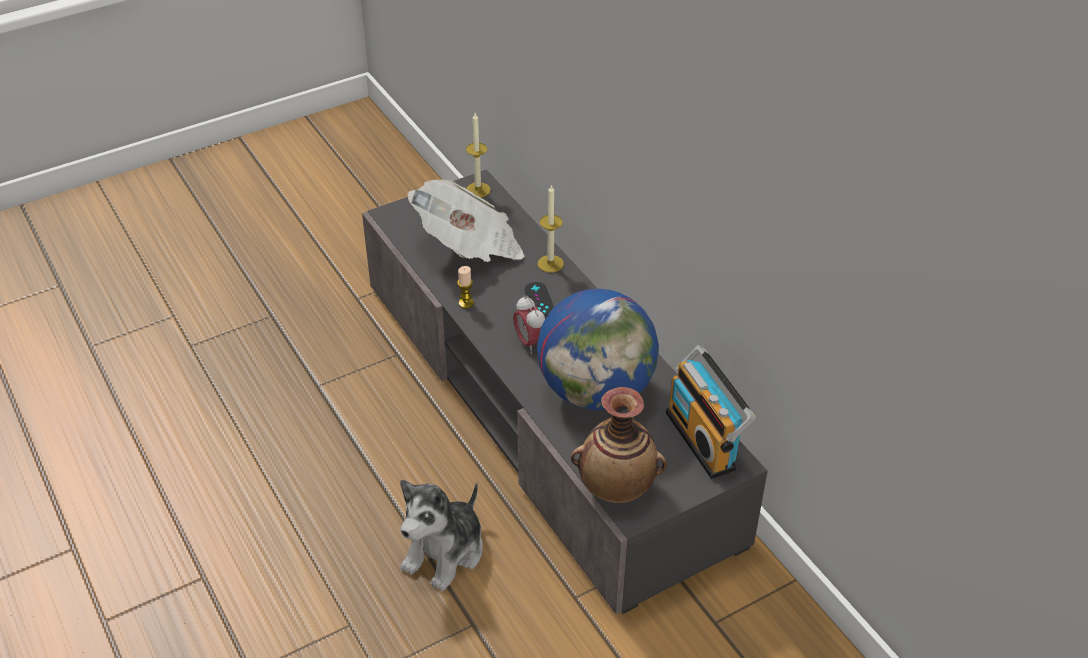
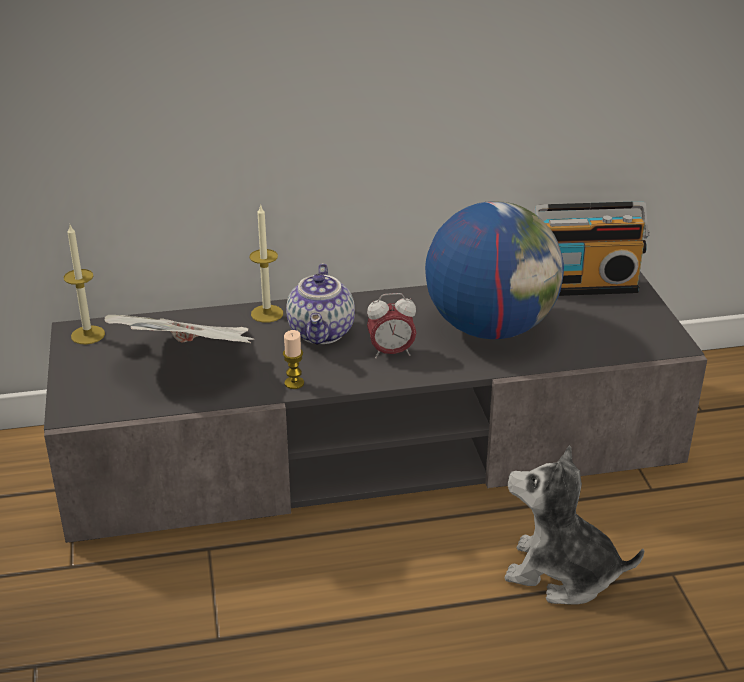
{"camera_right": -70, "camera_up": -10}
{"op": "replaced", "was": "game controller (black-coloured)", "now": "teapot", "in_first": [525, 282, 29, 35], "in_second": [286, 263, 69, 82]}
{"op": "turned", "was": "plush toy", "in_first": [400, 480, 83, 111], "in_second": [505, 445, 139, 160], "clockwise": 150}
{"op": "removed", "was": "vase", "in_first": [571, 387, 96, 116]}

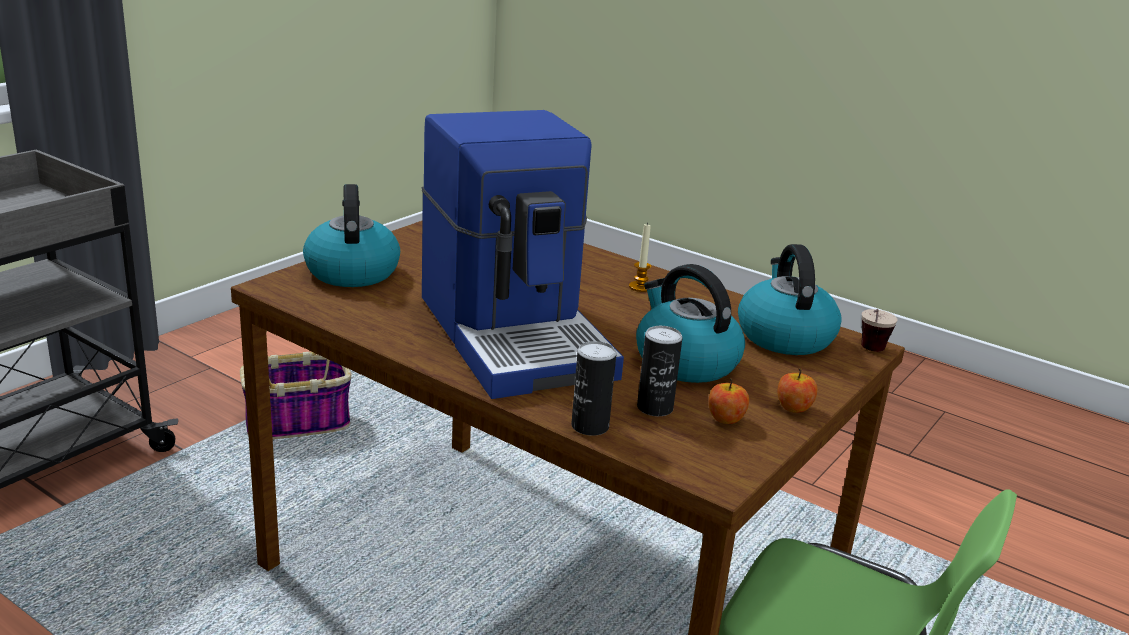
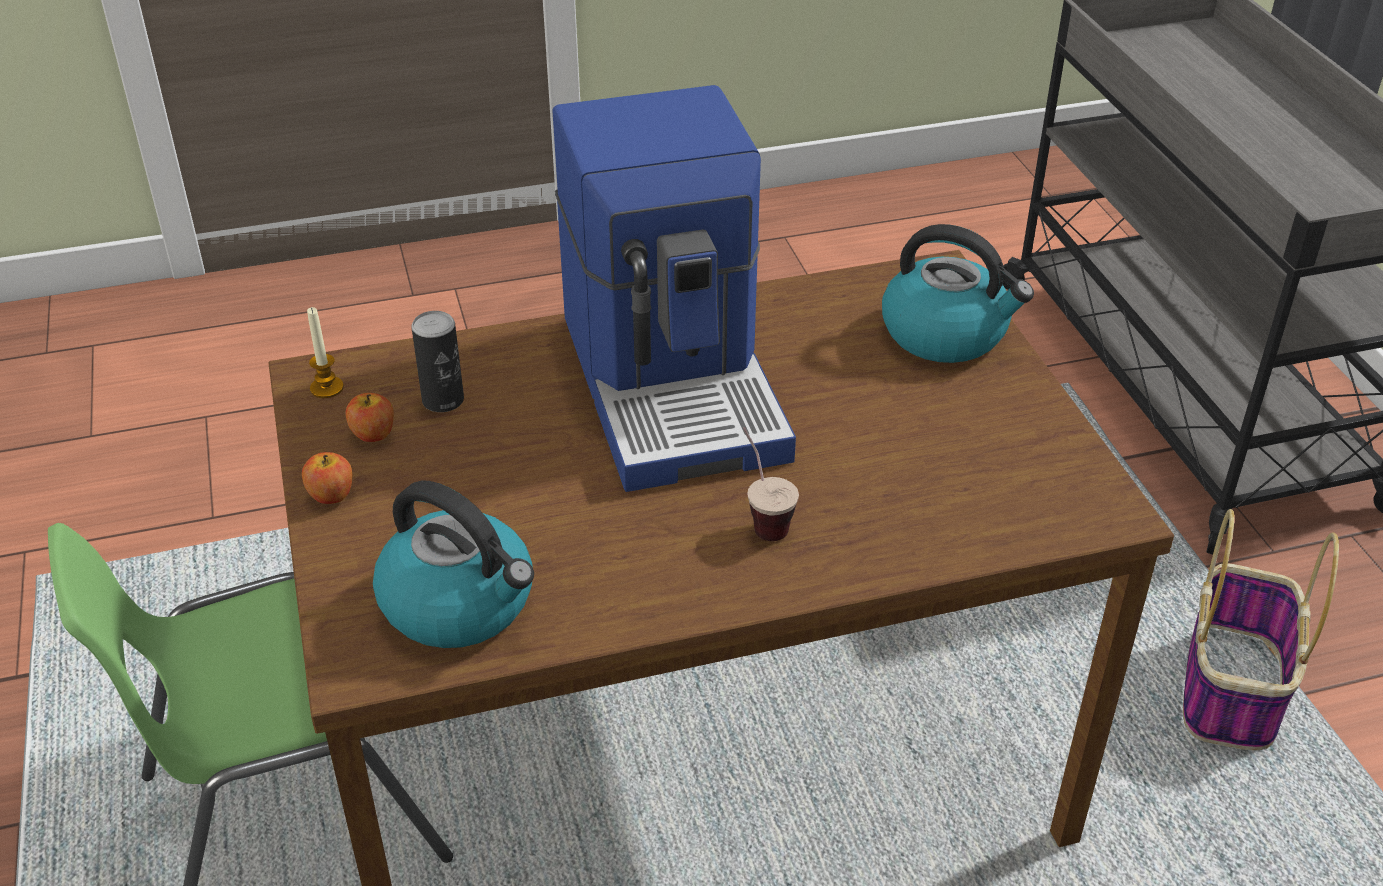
{"camera_right": 130, "camera_up": 15}
{"op": "moved", "was": "candle", "in_first": [629, 222, 22, 70], "in_second": [307, 307, 37, 91]}
{"op": "turned", "was": "coffee machine", "in_first": [421, 110, 203, 289], "in_second": [552, 85, 244, 407], "clockwise": -120}
{"op": "moved", "was": "cup", "in_first": [861, 309, 37, 43], "in_second": [743, 427, 56, 114]}
{"op": "removed", "was": "metal can", "in_first": [571, 341, 46, 95]}
{"op": "removed", "was": "water kettle", "in_first": [636, 264, 109, 119]}

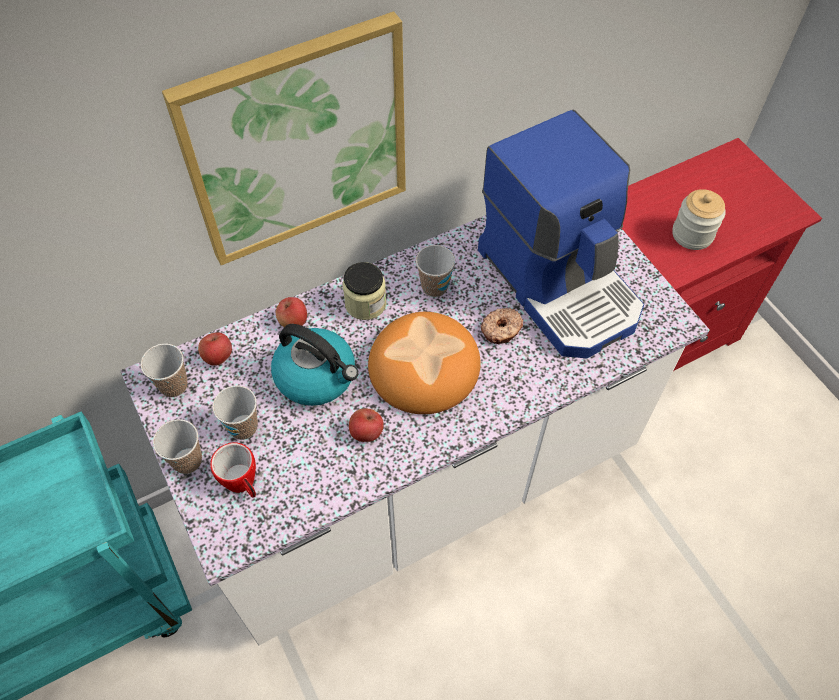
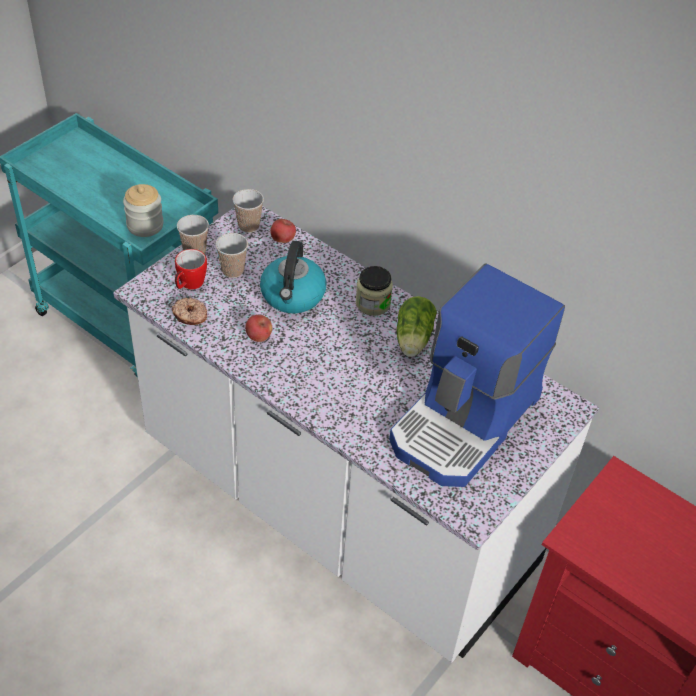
{"camera_right": 65, "camera_up": -10}
{"op": "moved", "was": "jar", "in_first": [672, 189, 54, 61], "in_second": [123, 184, 41, 53]}
{"op": "moved", "was": "ring doughnut", "in_first": [481, 308, 42, 36], "in_second": [172, 297, 35, 28]}
{"op": "replaced", "was": "cup", "now": "head of lettuce", "in_first": [416, 245, 39, 52], "in_second": [397, 296, 40, 61]}
{"op": "removed", "was": "wall art", "in_first": [162, 11, 244, 254]}
{"op": "removed", "was": "whole apple", "in_first": [276, 297, 31, 30]}
{"op": "removed", "was": "bakery bread", "in_first": [368, 312, 113, 102]}

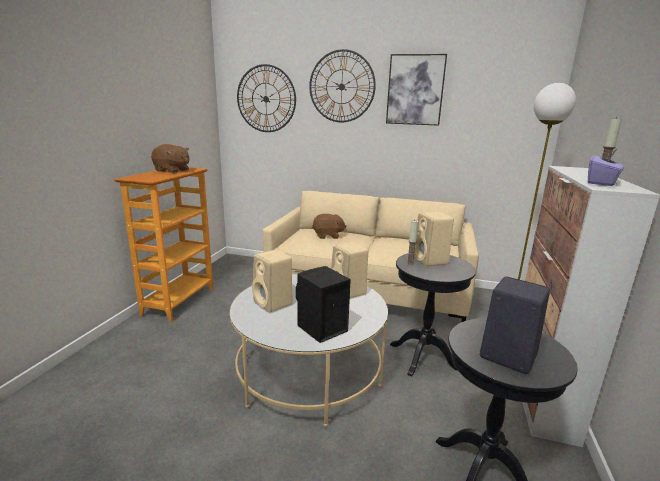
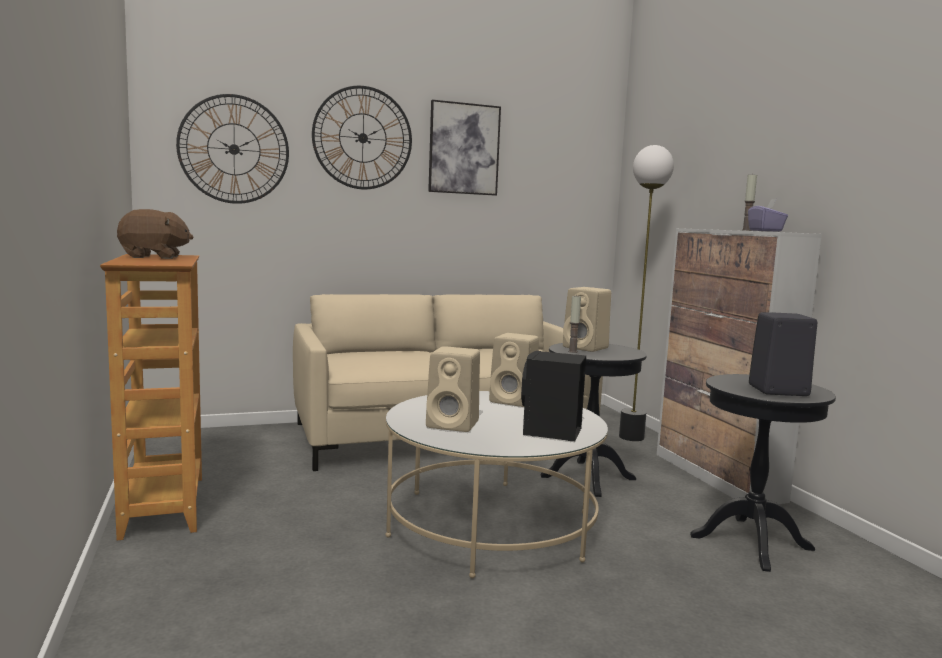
{"camera_right": -35, "camera_up": -10}
{"op": "removed", "was": "plush toy (brownish)", "in_first": [312, 214, 34, 25]}

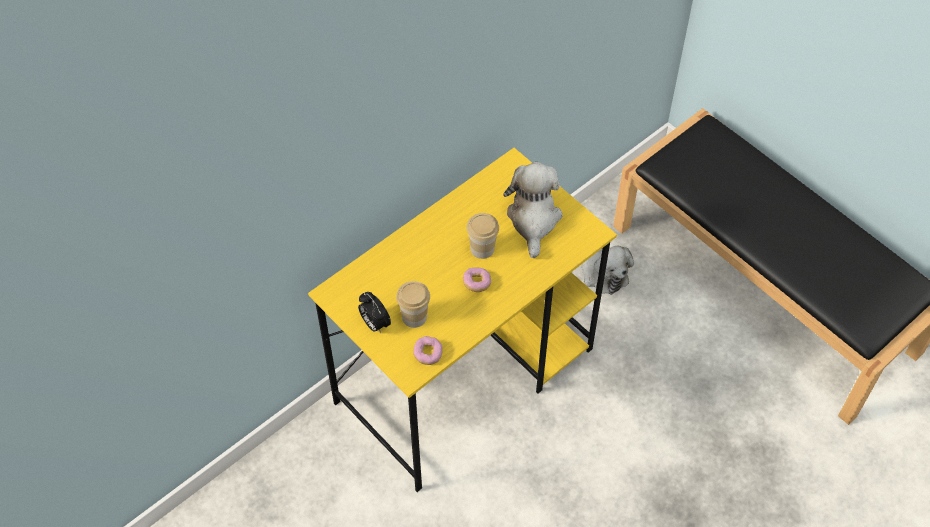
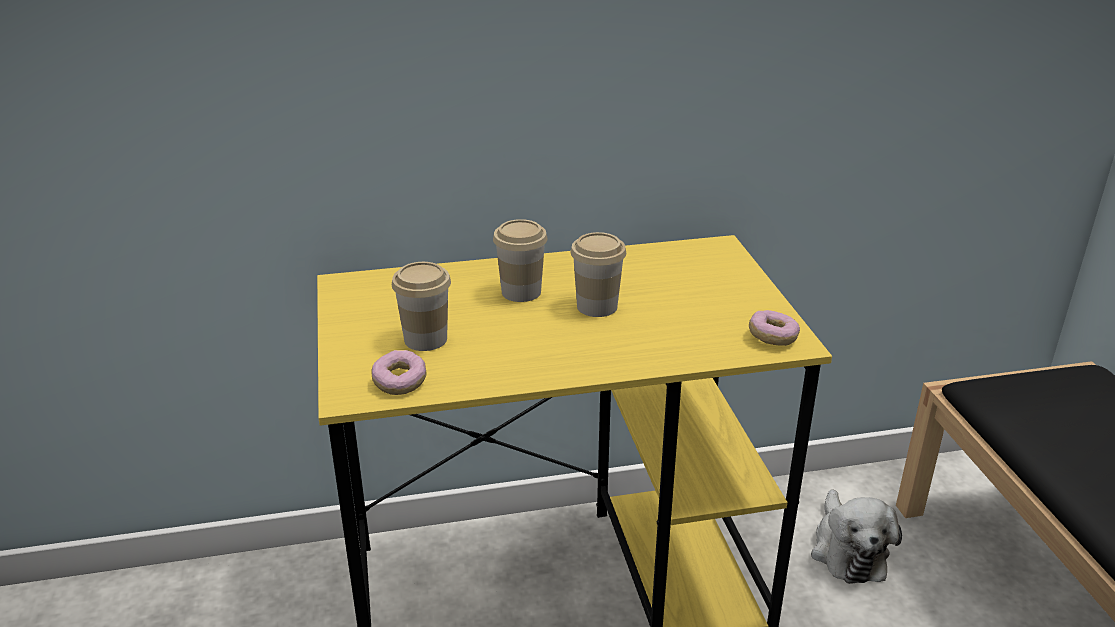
{"camera_right": 30, "camera_up": -25}
{"op": "added", "now": "cup", "in_second": [493, 219, 54, 83]}
{"op": "moved", "was": "ring doughnut", "in_first": [463, 267, 28, 25], "in_second": [749, 310, 51, 36]}
{"op": "removed", "was": "table clock", "in_first": [358, 292, 33, 41]}
{"op": "removed", "was": "plush toy", "in_first": [503, 162, 60, 96]}

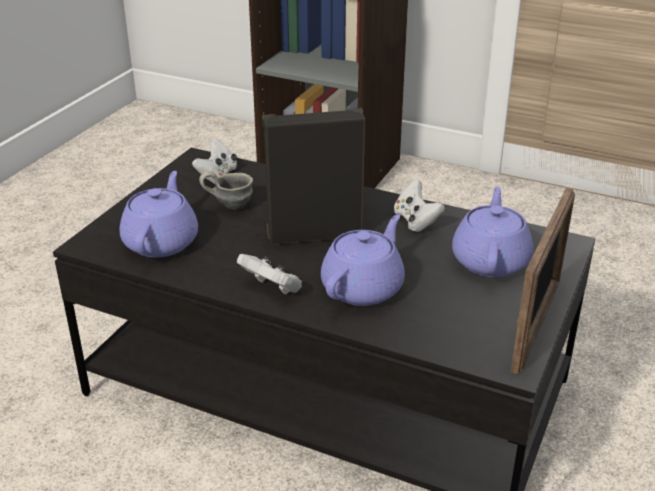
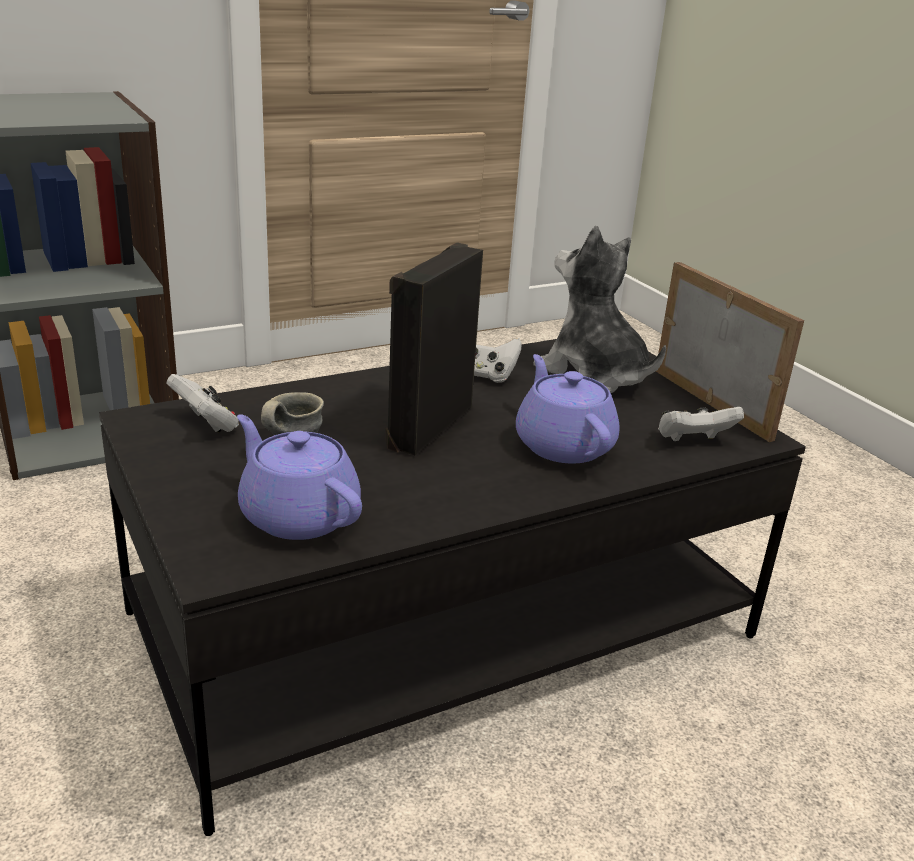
{"camera_right": -55, "camera_up": -5}
{"op": "replaced", "was": "teapot (purple)", "now": "plush toy", "in_first": [452, 187, 81, 90], "in_second": [533, 226, 133, 167]}
{"op": "moved", "was": "game controller (white)", "in_first": [237, 254, 65, 41], "in_second": [658, 407, 86, 34]}

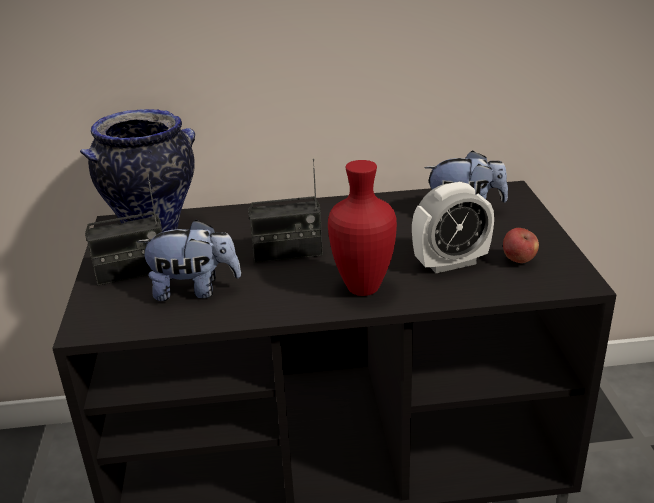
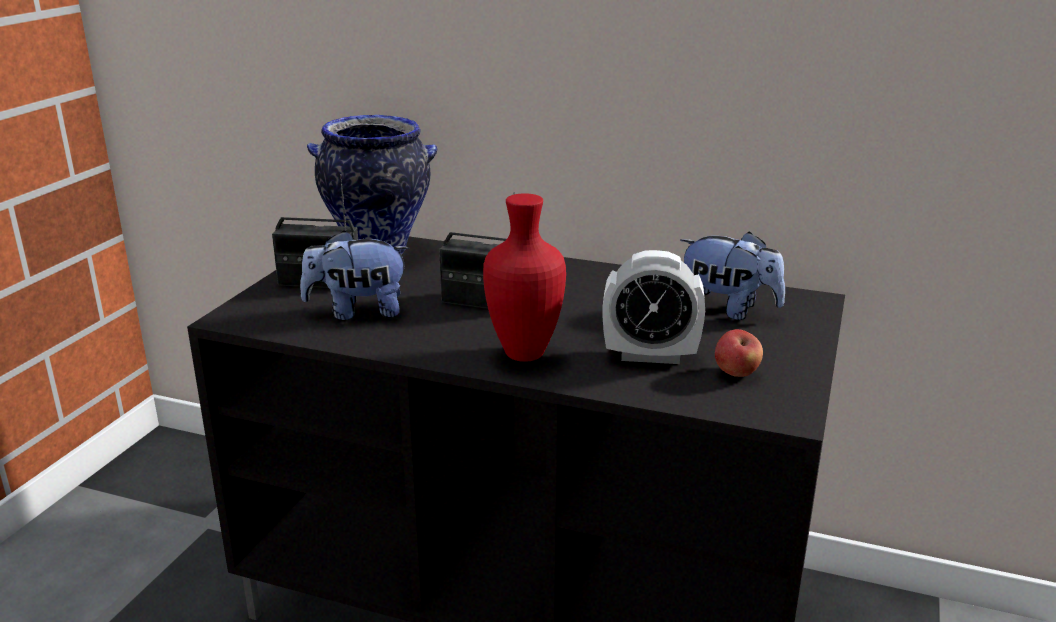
{"camera_right": 25, "camera_up": -5}
{"op": "turned", "was": "plush toy", "in_first": [136, 220, 105, 81], "in_second": [300, 230, 110, 90], "clockwise": 150}

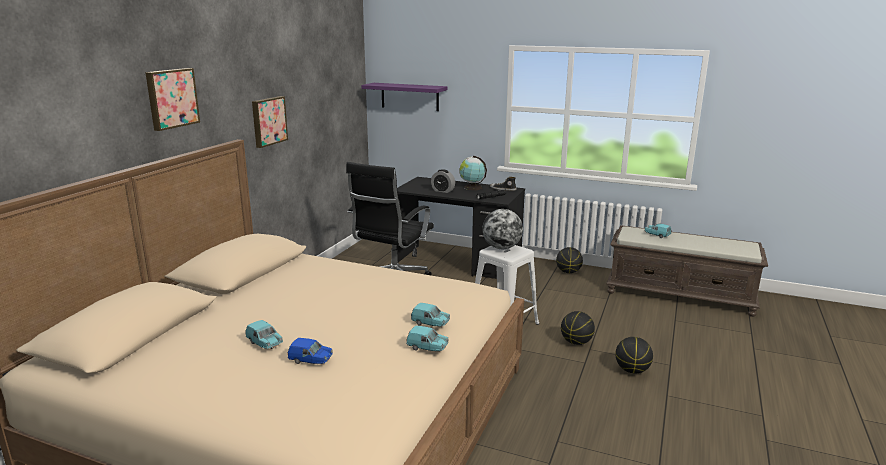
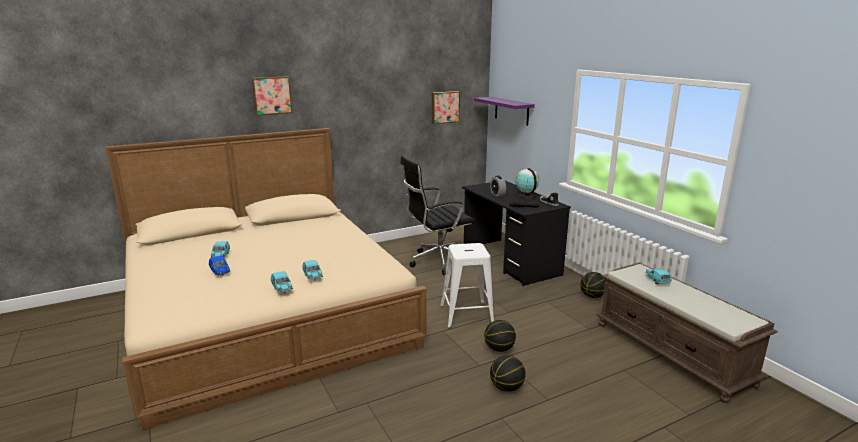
{"camera_right": 40, "camera_up": 0}
{"op": "moved", "was": "wall art", "in_first": [252, 96, 36, 52], "in_second": [432, 91, 28, 33]}
{"op": "removed", "was": "globe", "in_first": [482, 209, 41, 40]}

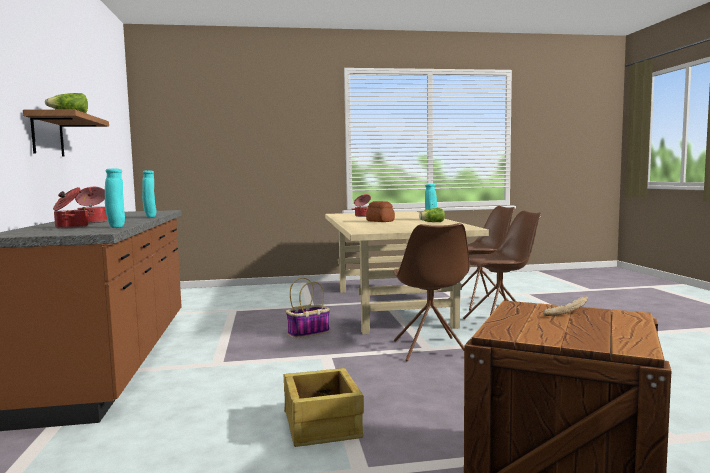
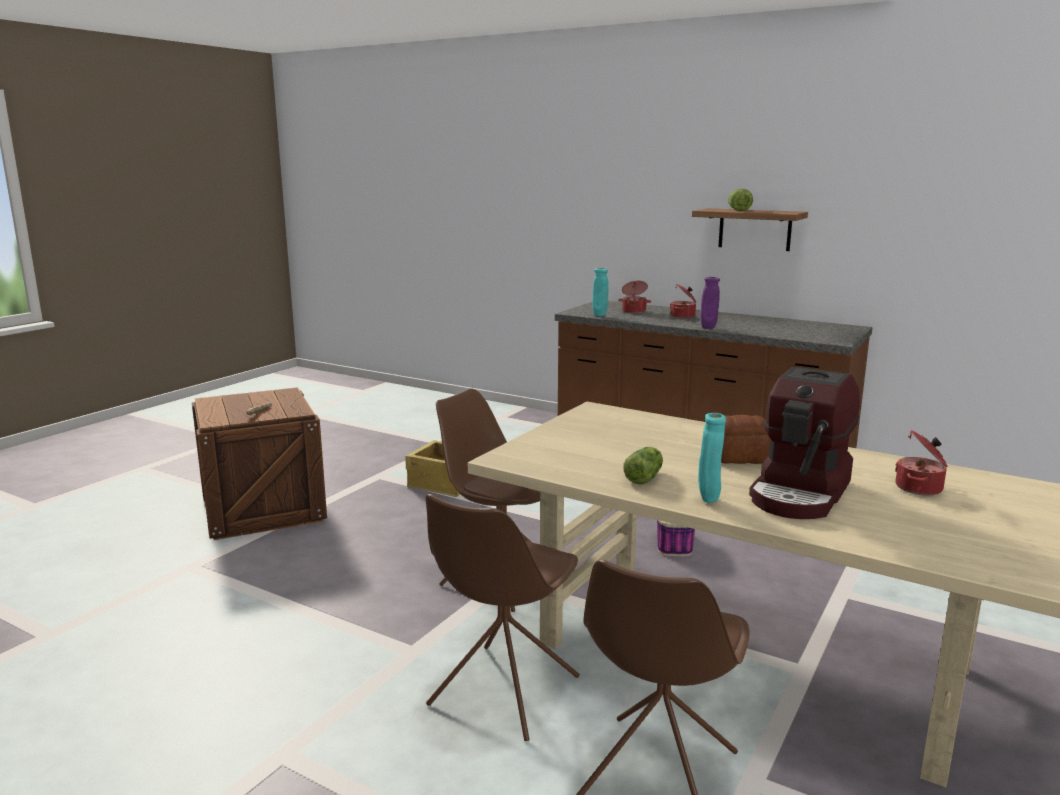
{"camera_right": 130, "camera_up": 10}
{"op": "recoloured", "was": "vase (turquoise-coloured)", "now": "vase (purple)", "in_first": [142, 171, 14, 47], "in_second": [700, 277, 20, 52]}
{"op": "added", "now": "coffee machine", "in_second": [749, 367, 111, 152]}

